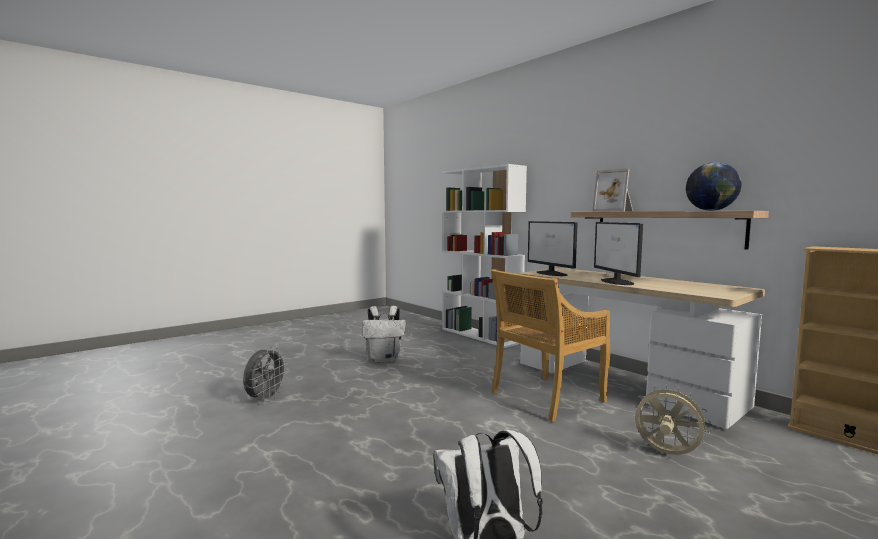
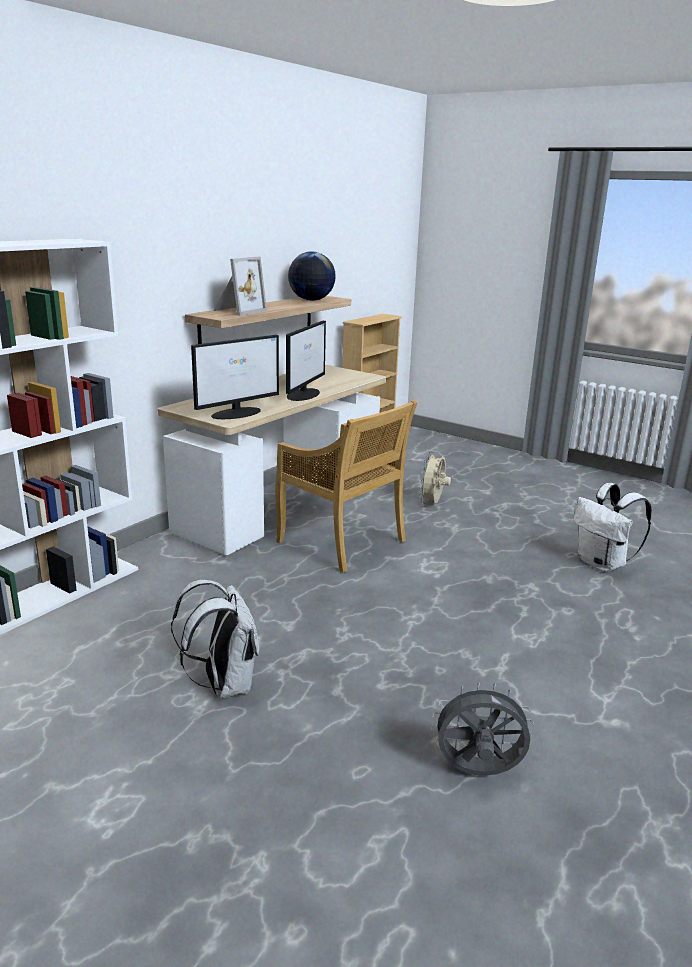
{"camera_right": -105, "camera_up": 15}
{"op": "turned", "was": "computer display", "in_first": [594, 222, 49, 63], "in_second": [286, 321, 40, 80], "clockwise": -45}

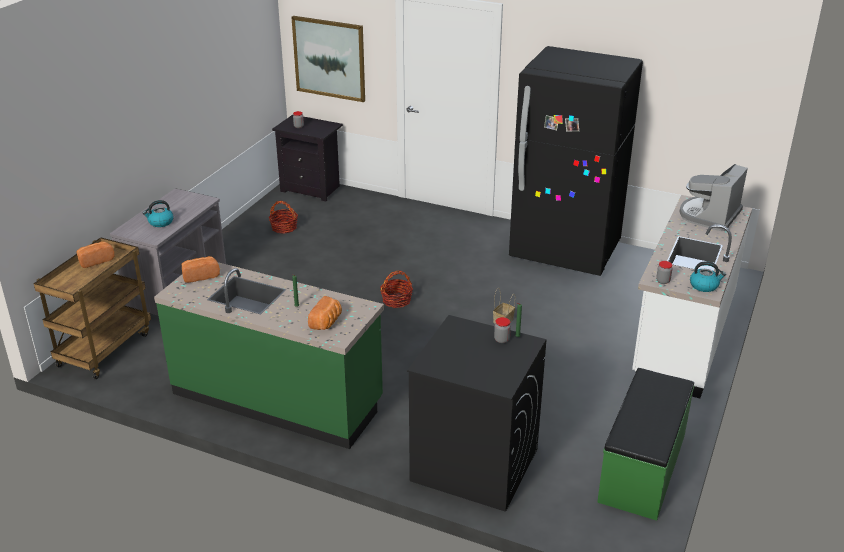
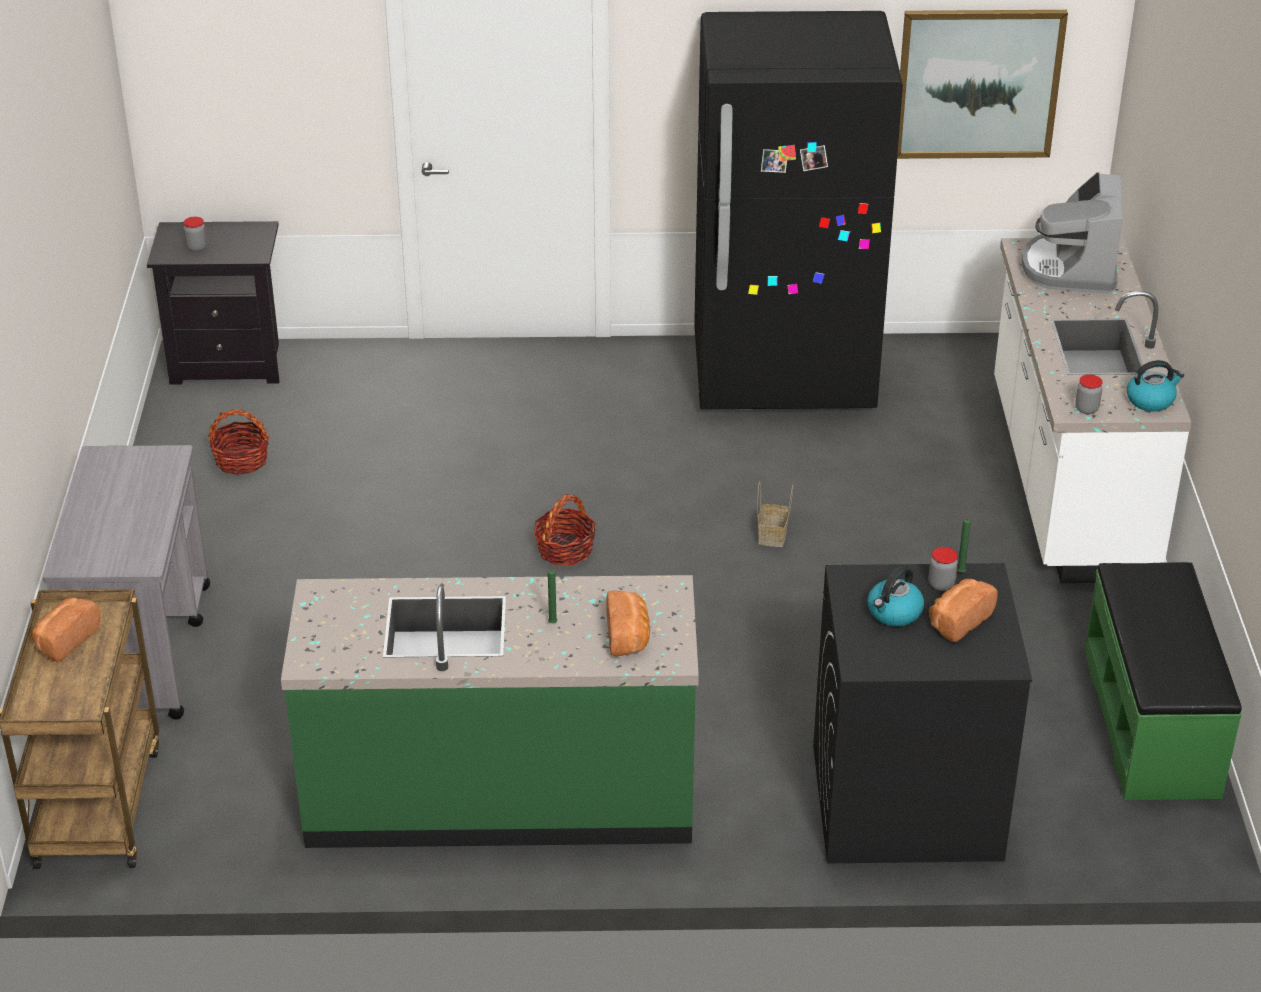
{"camera_right": -25, "camera_up": 5}
{"op": "moved", "was": "water kettle", "in_first": [143, 200, 31, 27], "in_second": [868, 566, 56, 60]}
{"op": "moved", "was": "wall art", "in_first": [292, 16, 73, 86], "in_second": [897, 10, 171, 149]}
{"op": "moved", "was": "bakery bread", "in_first": [182, 256, 38, 27], "in_second": [929, 579, 68, 63]}

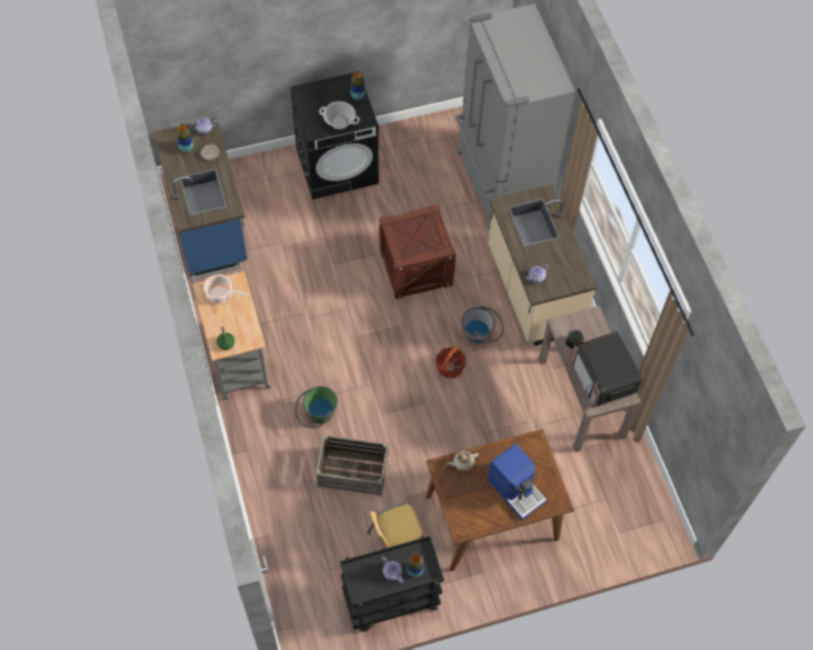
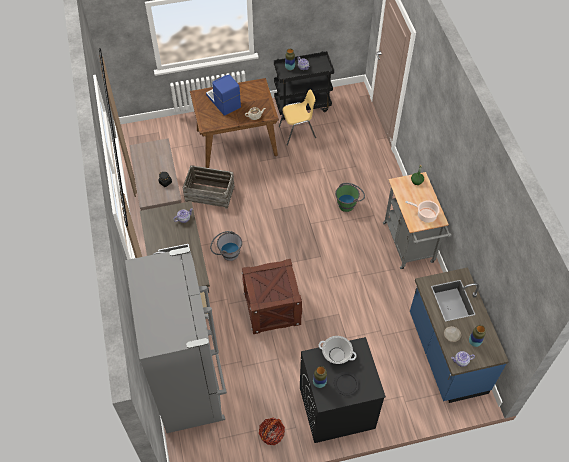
{"camera_right": -175, "camera_up": -5}
{"op": "moved", "was": "packing crate", "in_first": [316, 435, 73, 61], "in_second": [183, 165, 52, 44]}
{"op": "moved", "was": "basket", "in_first": [436, 346, 30, 32], "in_second": [259, 418, 26, 27]}
{"op": "removed", "was": "microwave oven", "in_first": [570, 331, 72, 76]}

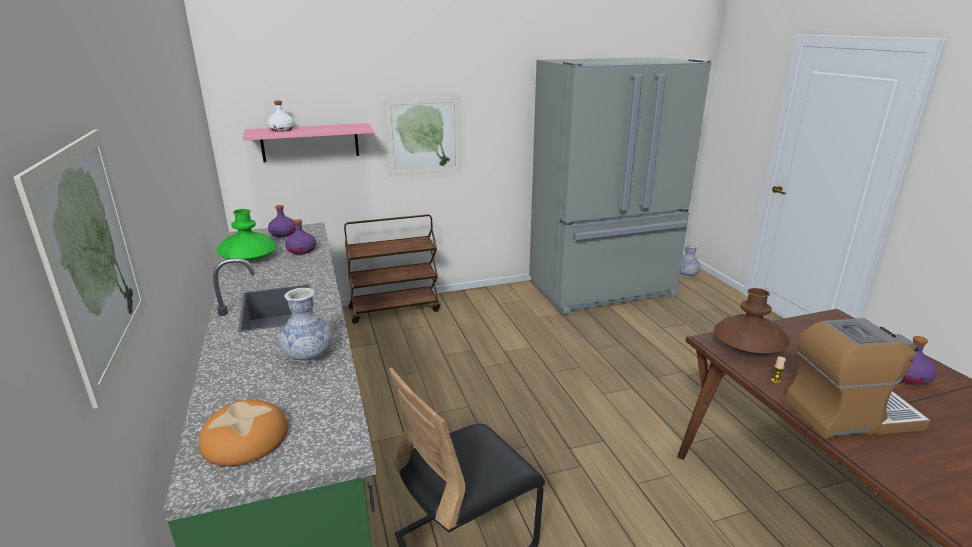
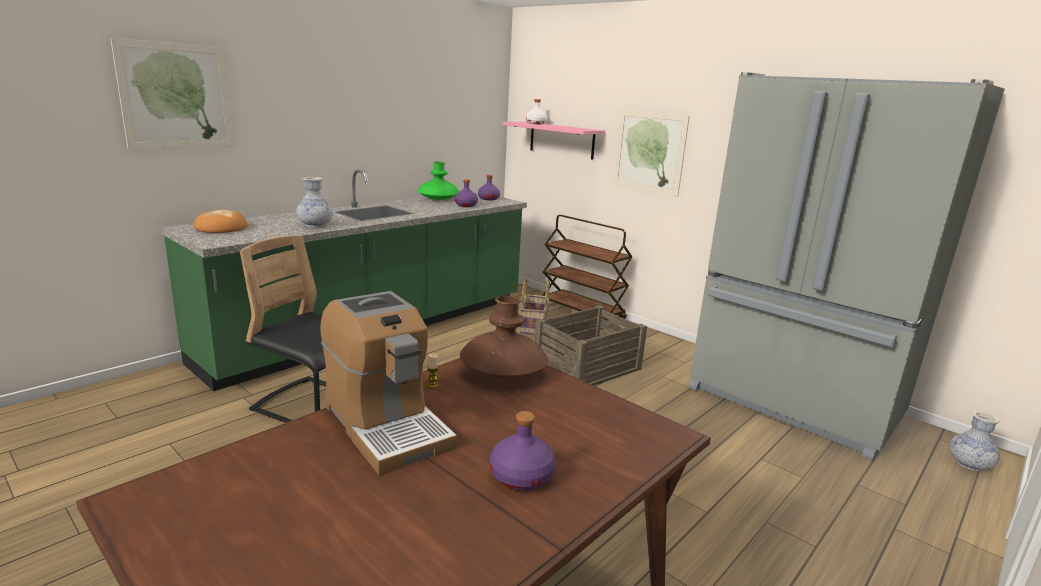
{"camera_right": 60, "camera_up": -5}
{"op": "added", "now": "basket", "in_second": [519, 277, 31, 58]}
{"op": "added", "now": "packing crate", "in_second": [534, 305, 113, 80]}

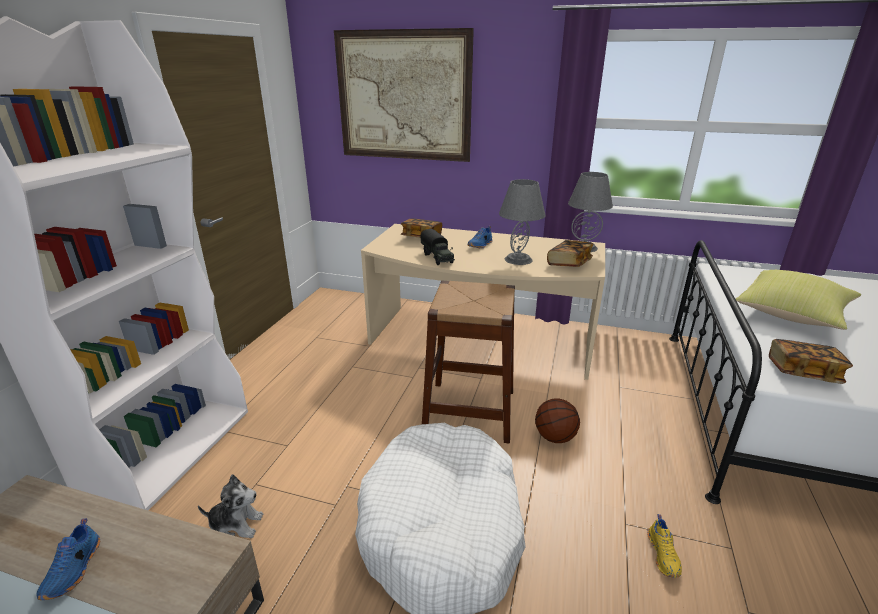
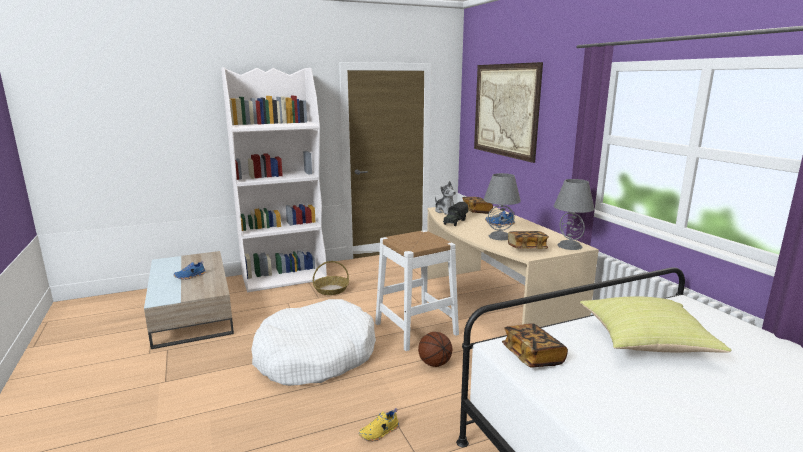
{"camera_right": 50, "camera_up": -10}
{"op": "added", "now": "basket", "in_second": [313, 261, 36, 34]}
{"op": "recoloured", "was": "stool seat (brownish)", "now": "stool seat (white)", "in_first": [422, 281, 93, 163], "in_second": [375, 230, 84, 121]}
{"op": "moved", "was": "plush toy", "in_first": [198, 474, 66, 64], "in_second": [435, 181, 21, 34]}

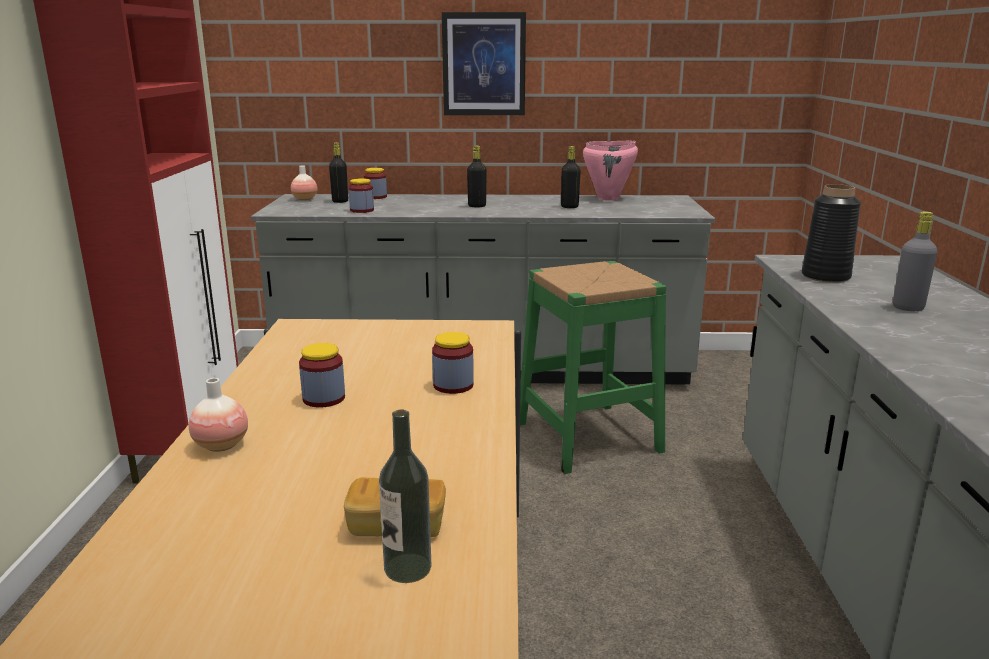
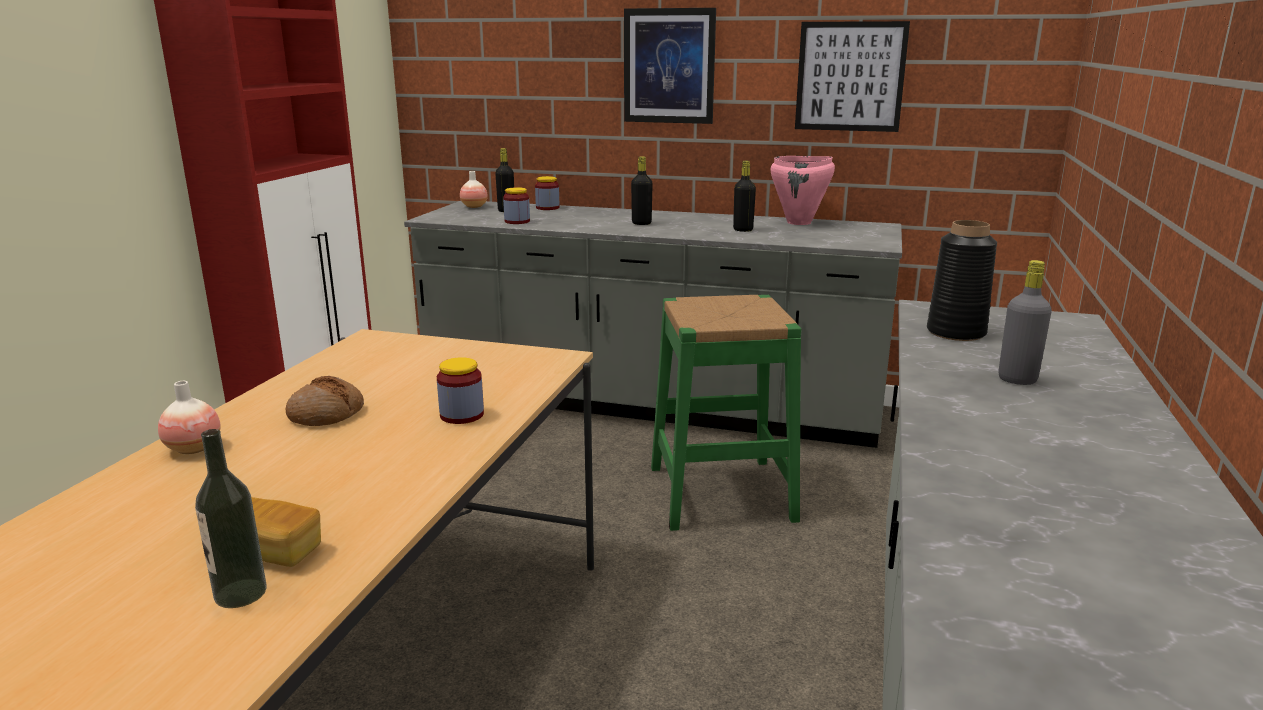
{"camera_right": 15, "camera_up": 0}
{"op": "replaced", "was": "jar", "now": "bakery bread", "in_first": [299, 343, 46, 64], "in_second": [286, 376, 78, 50]}
{"op": "added", "now": "wall art", "in_second": [795, 21, 115, 111]}

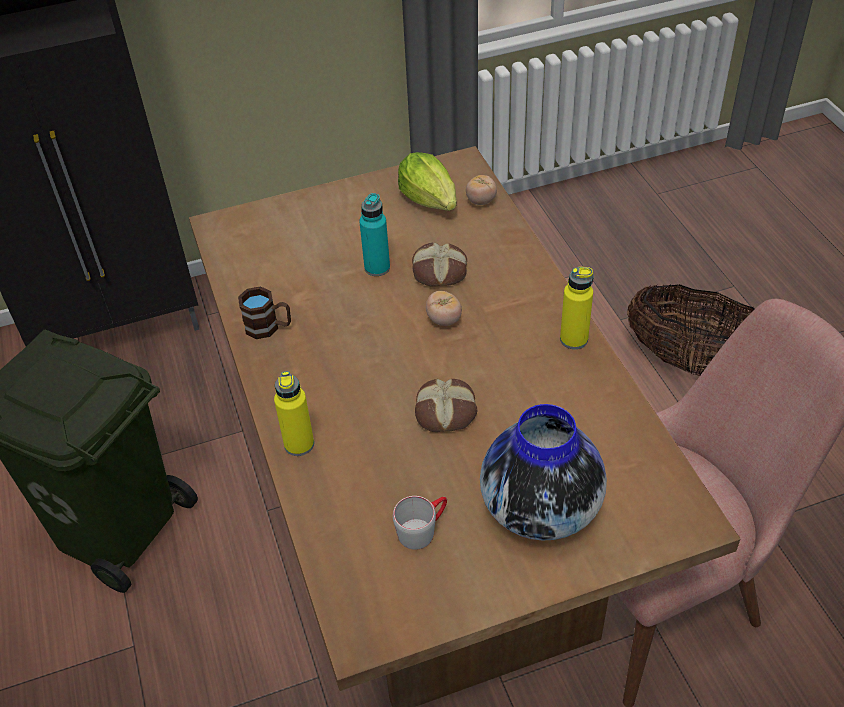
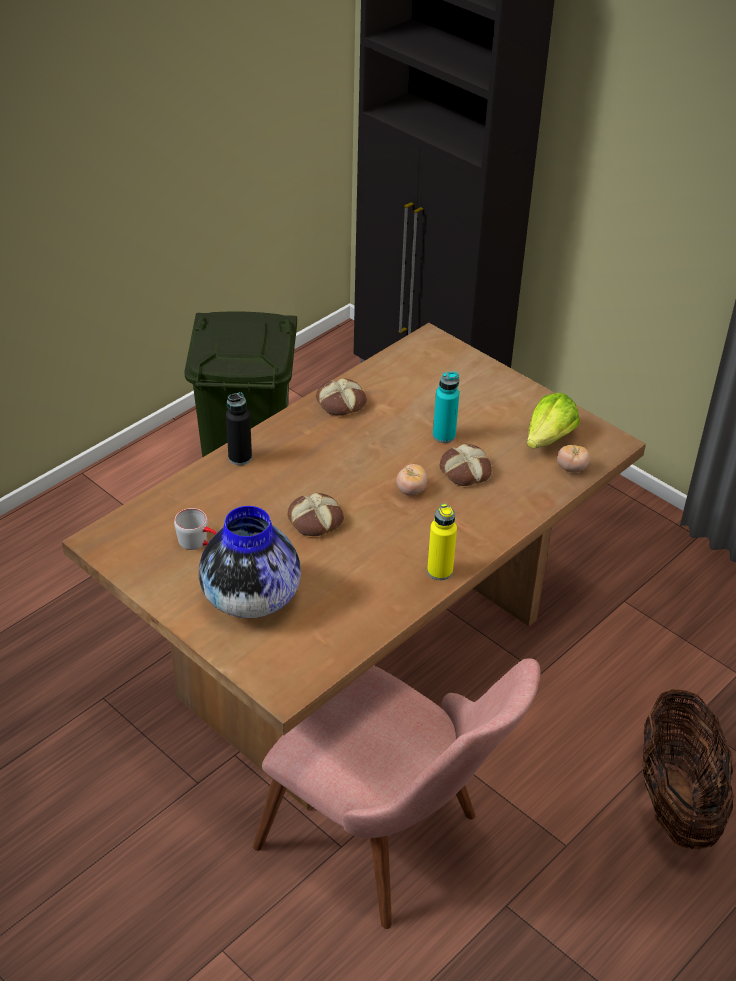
{"camera_right": 60, "camera_up": -5}
{"op": "recoloured", "was": "bottle (yellowish)", "now": "bottle (black-coloured)", "in_first": [274, 371, 40, 85], "in_second": [226, 392, 26, 73]}
{"op": "replaced", "was": "mug (brownish)", "now": "bakery bread", "in_first": [238, 286, 53, 53], "in_second": [316, 378, 51, 38]}

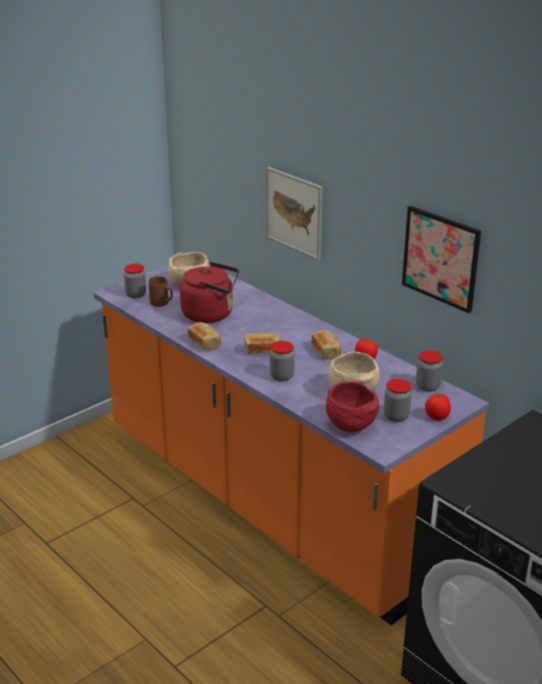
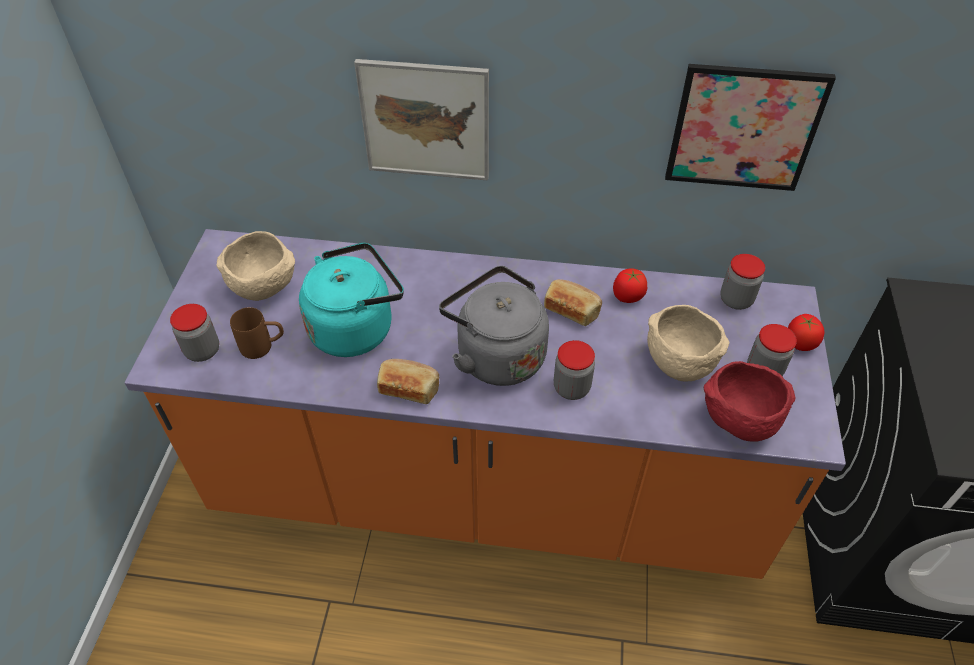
{"camera_right": -40, "camera_up": 20}
{"op": "recoloured", "was": "water kettle (red-coloured)", "now": "water kettle (turquoise-coloured)", "in_first": [180, 262, 59, 61], "in_second": [299, 243, 105, 114]}
{"op": "replaced", "was": "bakery bread", "now": "water kettle (greyish)", "in_first": [244, 332, 37, 22], "in_second": [439, 266, 110, 120]}

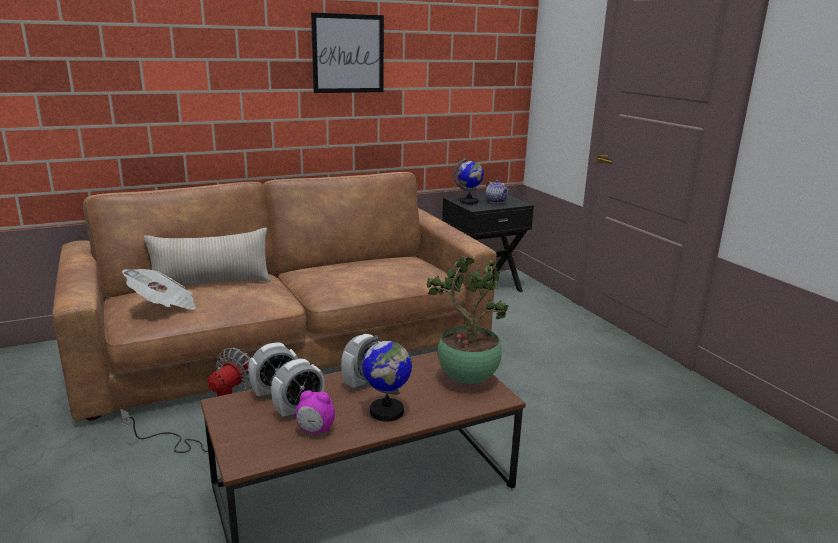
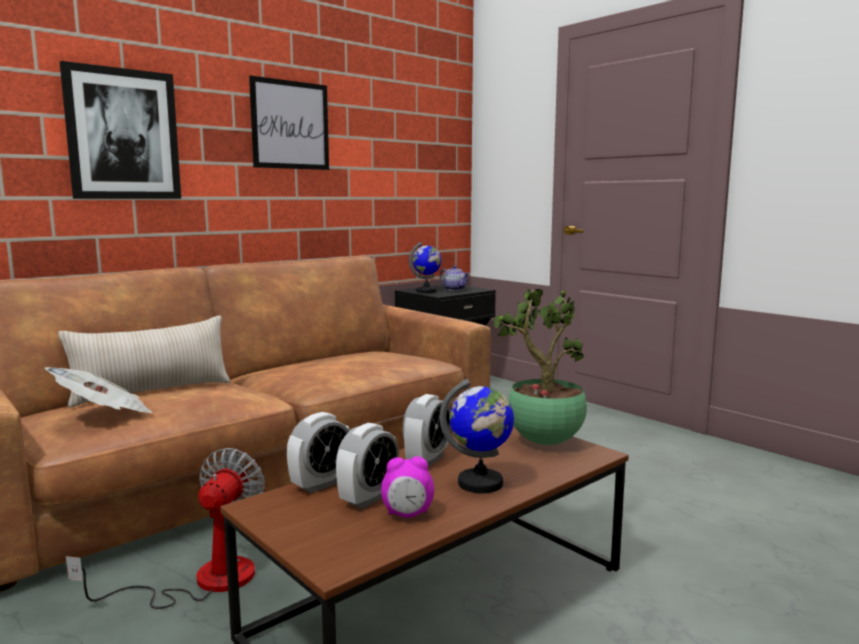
{"camera_right": -15, "camera_up": -10}
{"op": "added", "now": "wall art", "in_second": [60, 61, 121, 138]}

